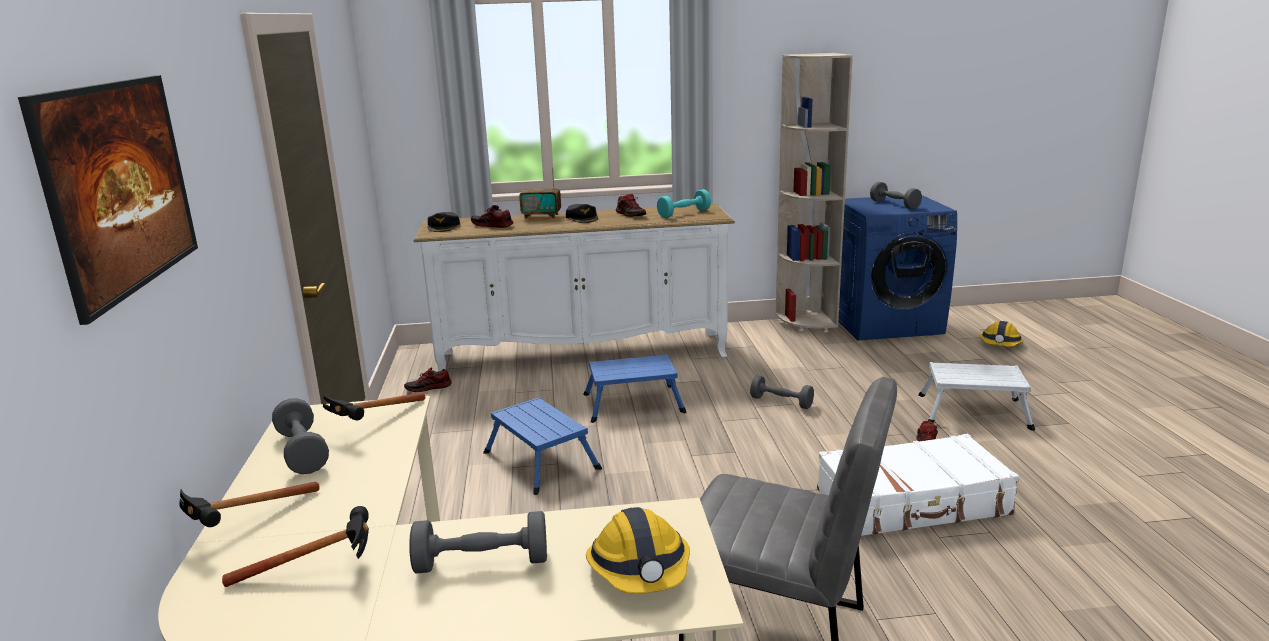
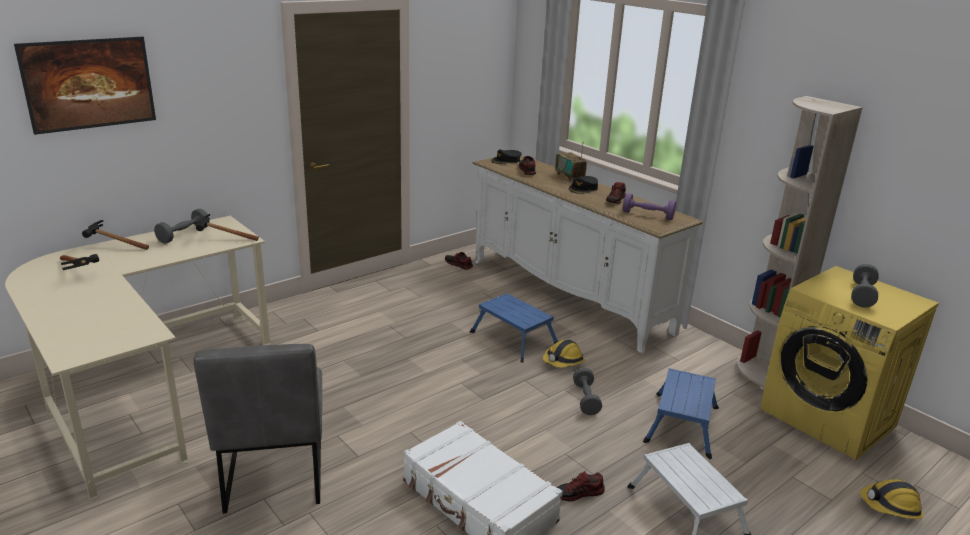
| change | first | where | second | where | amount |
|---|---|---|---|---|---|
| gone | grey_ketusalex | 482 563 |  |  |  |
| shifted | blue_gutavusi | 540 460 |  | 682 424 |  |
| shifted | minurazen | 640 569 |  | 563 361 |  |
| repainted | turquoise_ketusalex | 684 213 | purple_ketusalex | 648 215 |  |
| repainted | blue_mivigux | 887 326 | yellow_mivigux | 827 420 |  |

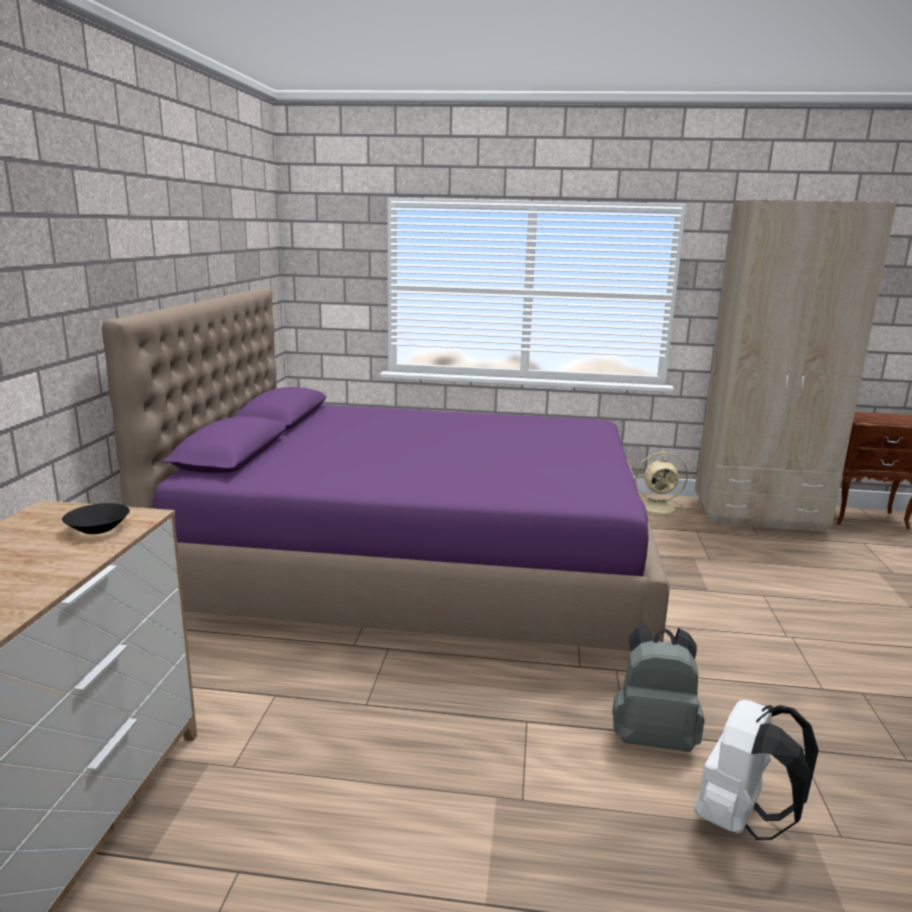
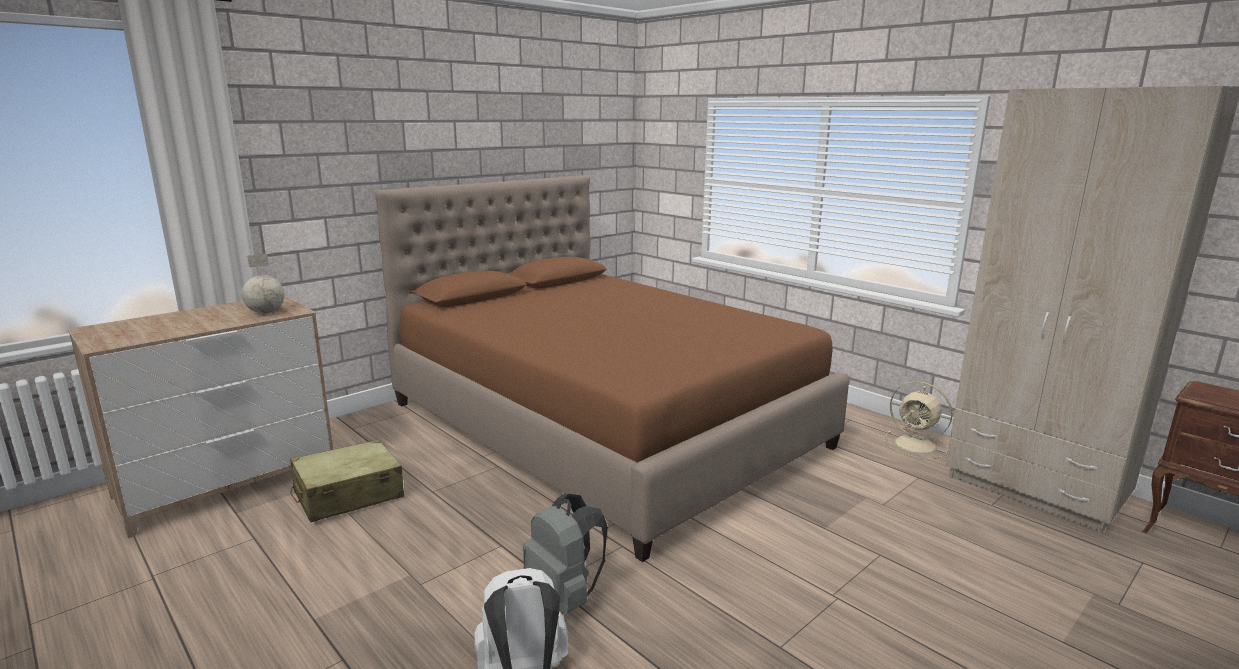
| change | first | where | second | where | amount |
|---|---|---|---|---|---|
| swapped | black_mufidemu | 97 529 | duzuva | 265 312 |  |
| repainted | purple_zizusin | 417 568 | brown_zizusin | 603 424 |  |
| new |  |  | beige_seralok | 348 495 |  |

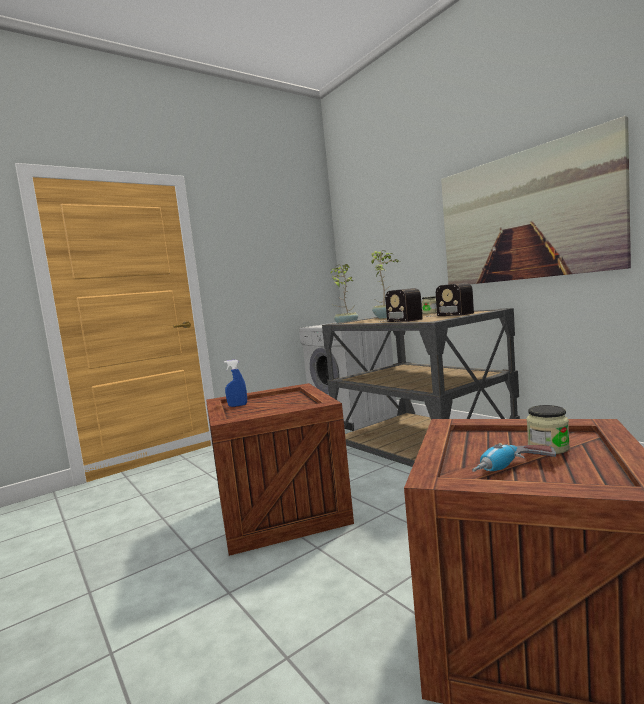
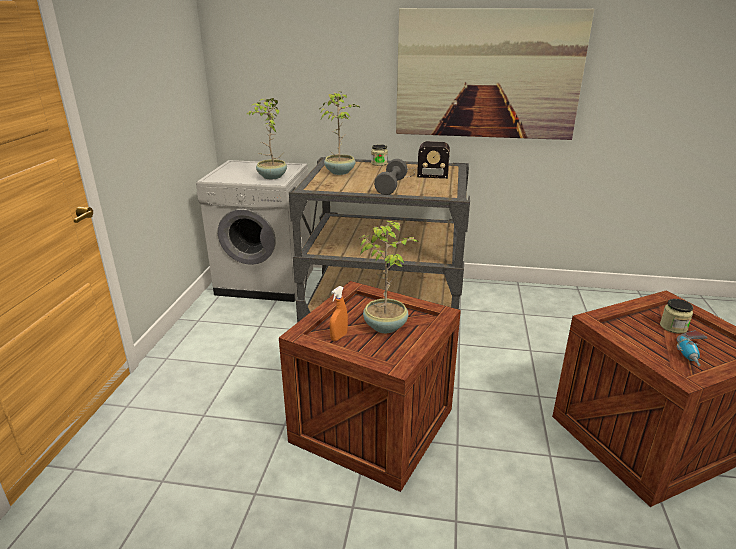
| change | first | where | second | where | amount |
|---|---|---|---|---|---|
| repainted | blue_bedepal | 237 405 | orange_bedepal | 339 337 |  |
| swapped | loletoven | 399 320 | grey_ketusalex | 391 186 |  |
| new |  |  | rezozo | 386 326 |  |

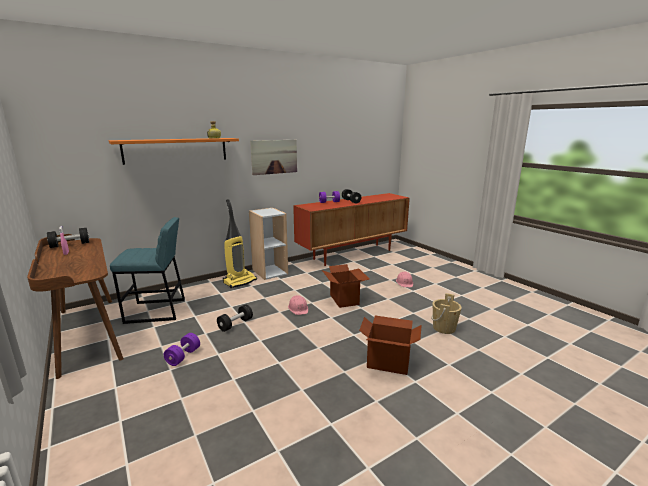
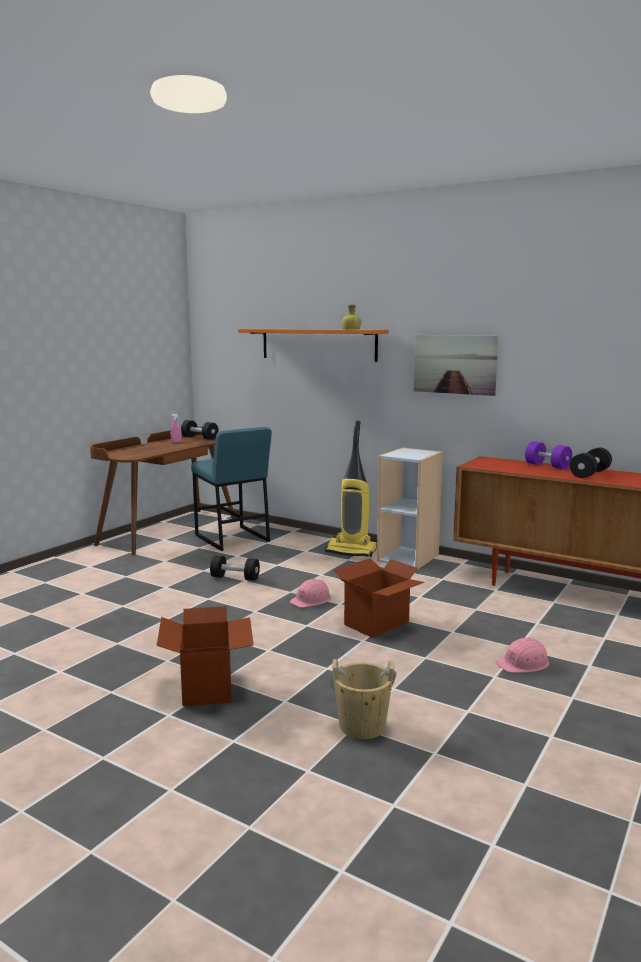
| change | first | where | second | where | amount |
|---|---|---|---|---|---|
| gone | purple_ketusalex | 183 356 |  |  |  |

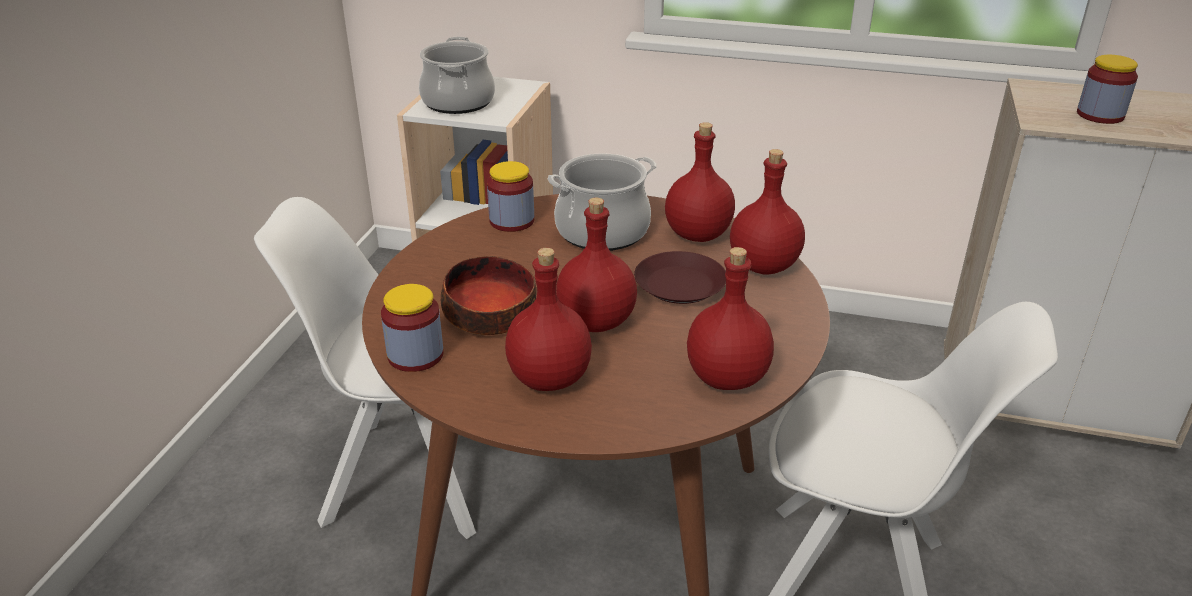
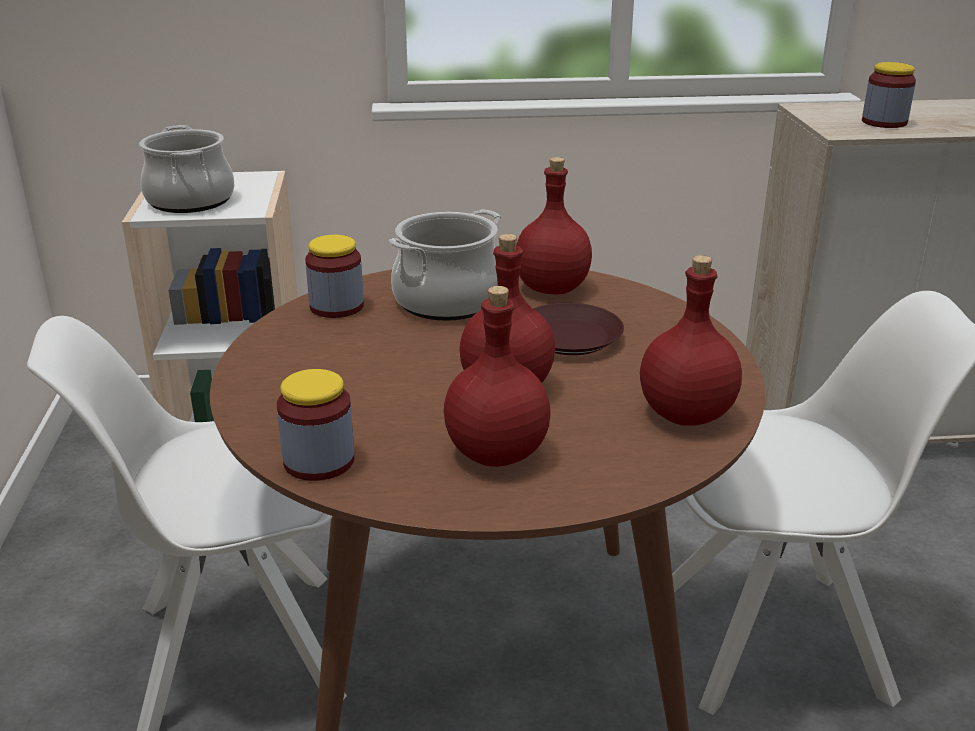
| change | first | where | second | where | amount |
|---|---|---|---|---|---|
| gone | mufidemu | 489 315 |  |  |  |
| gone | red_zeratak | 763 265 |  |  |  |

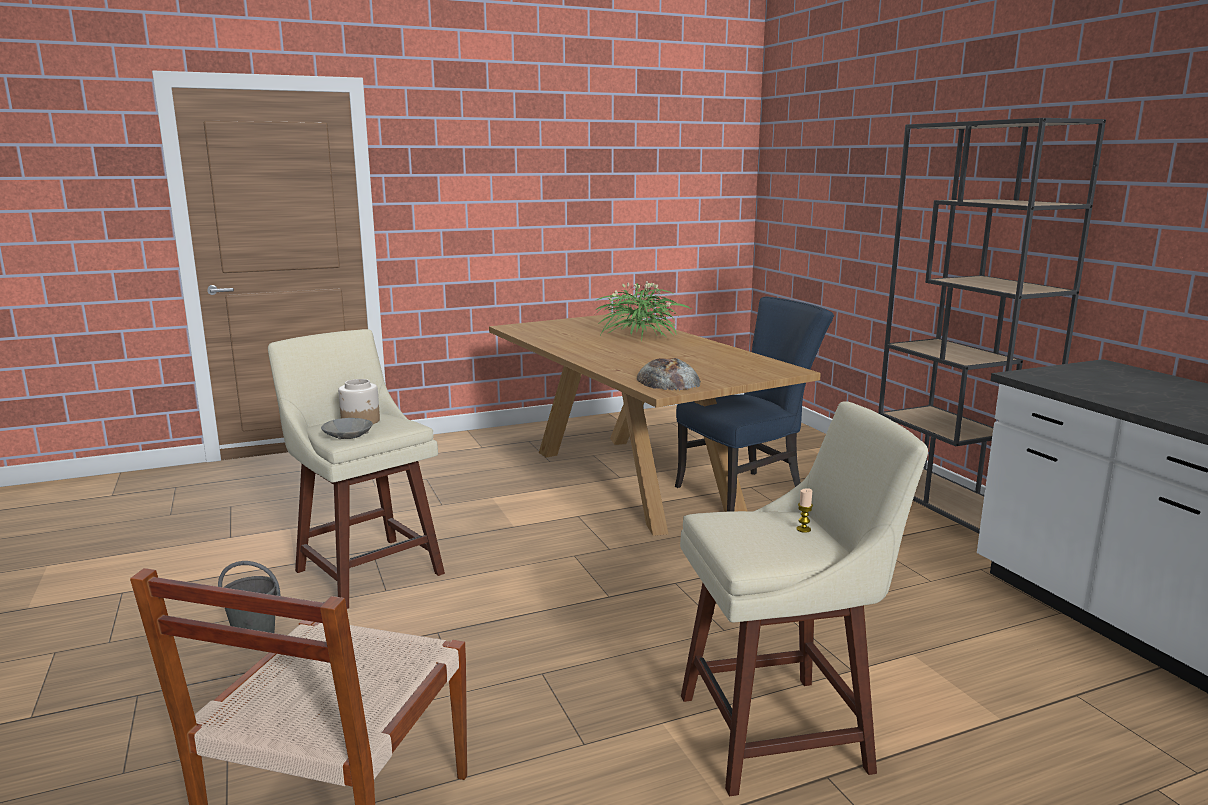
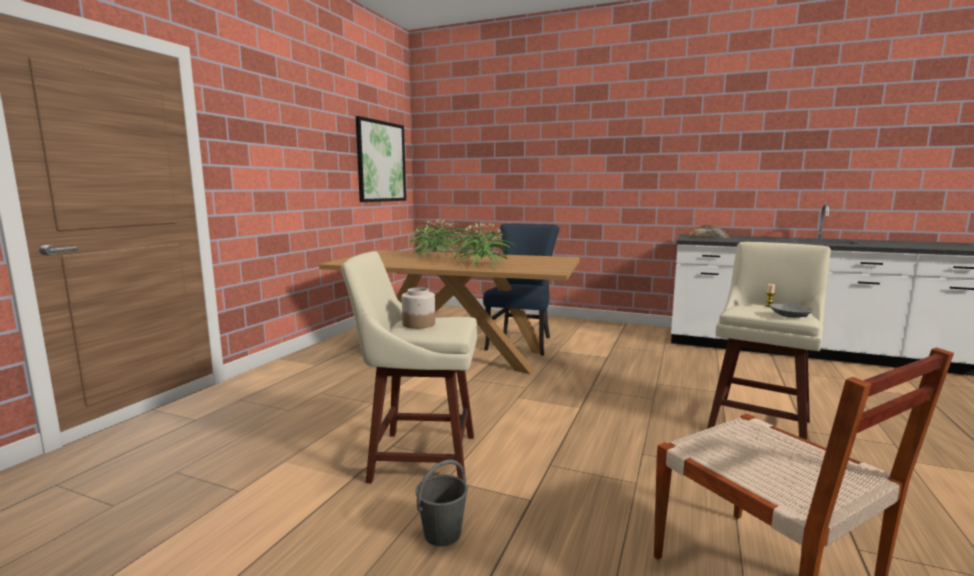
| change | first | where | second | where | amount |
|---|---|---|---|---|---|
| shifted | grey_mufidemu | 348 436 |  | 790 316 |  |
| shifted | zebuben | 668 381 |  | 708 236 |  |
| gone | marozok | 951 512 |  |  |  |
| new |  |  | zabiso | 381 161 |  |
| new |  |  | rezozo | 481 264 |  |

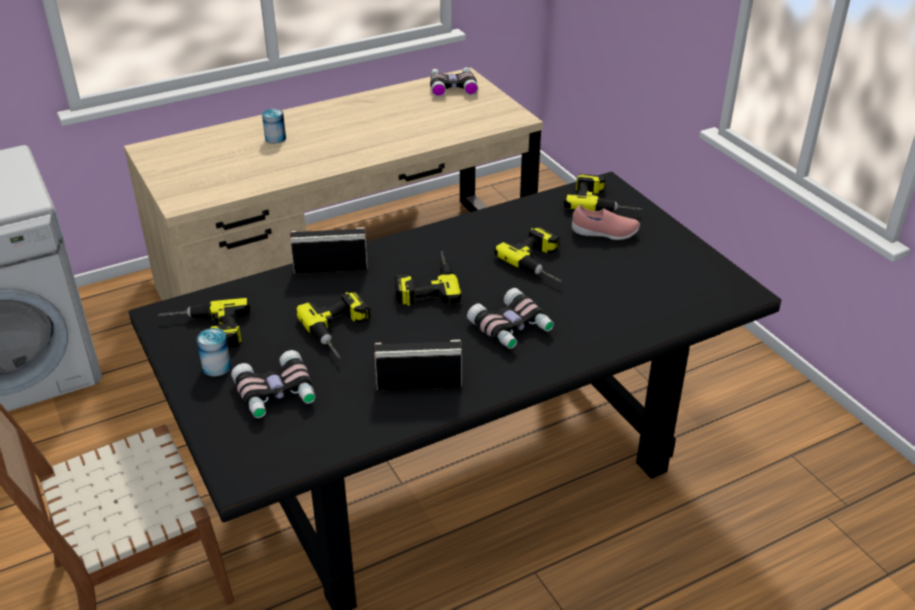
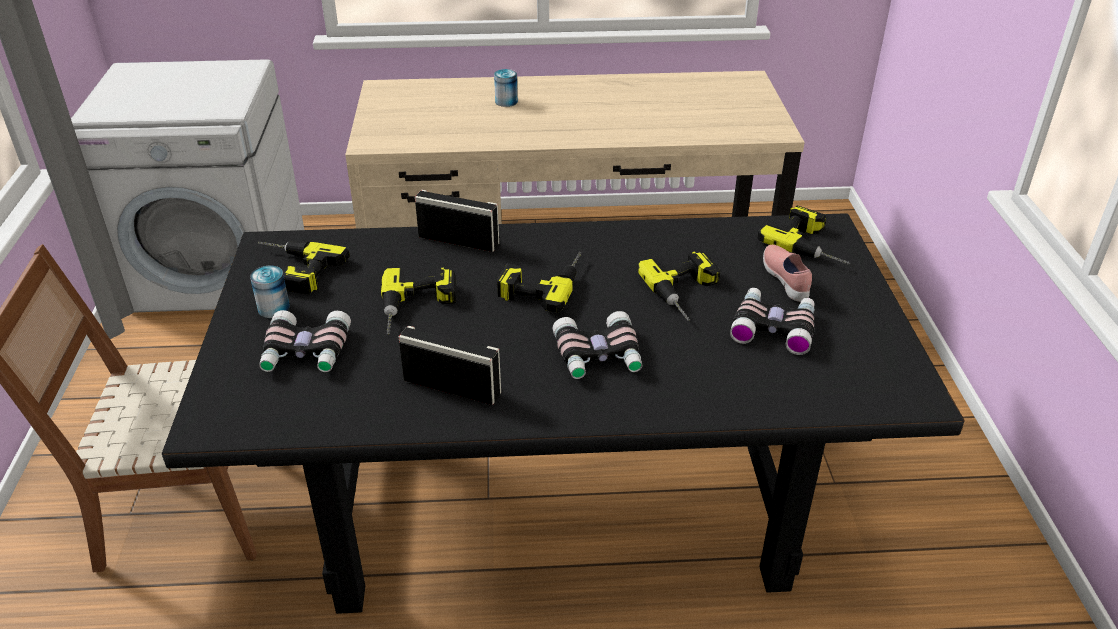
| change | first | where | second | where | amount |
|---|---|---|---|---|---|
| shifted | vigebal | 452 86 |  | 773 327 |  |
| rotated | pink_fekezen | 604 233 |  | 786 280 | 135 degrees counterclockwise |

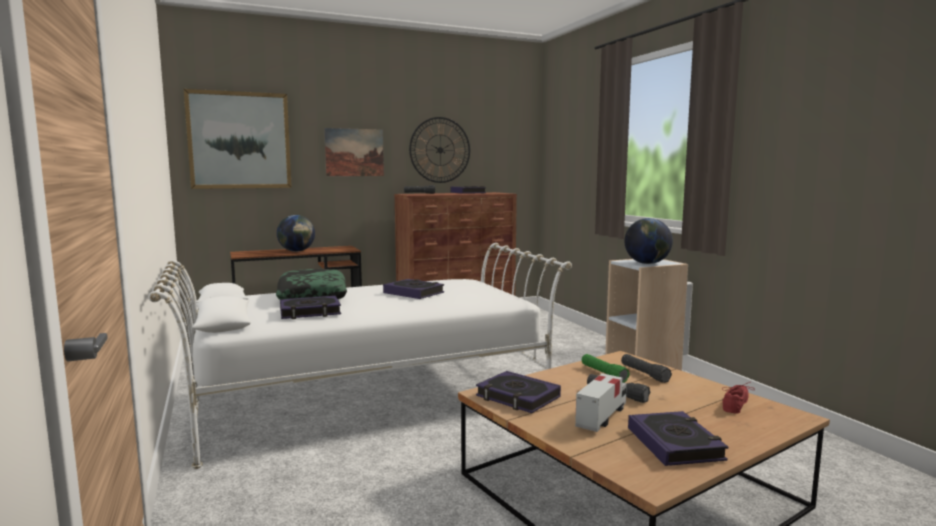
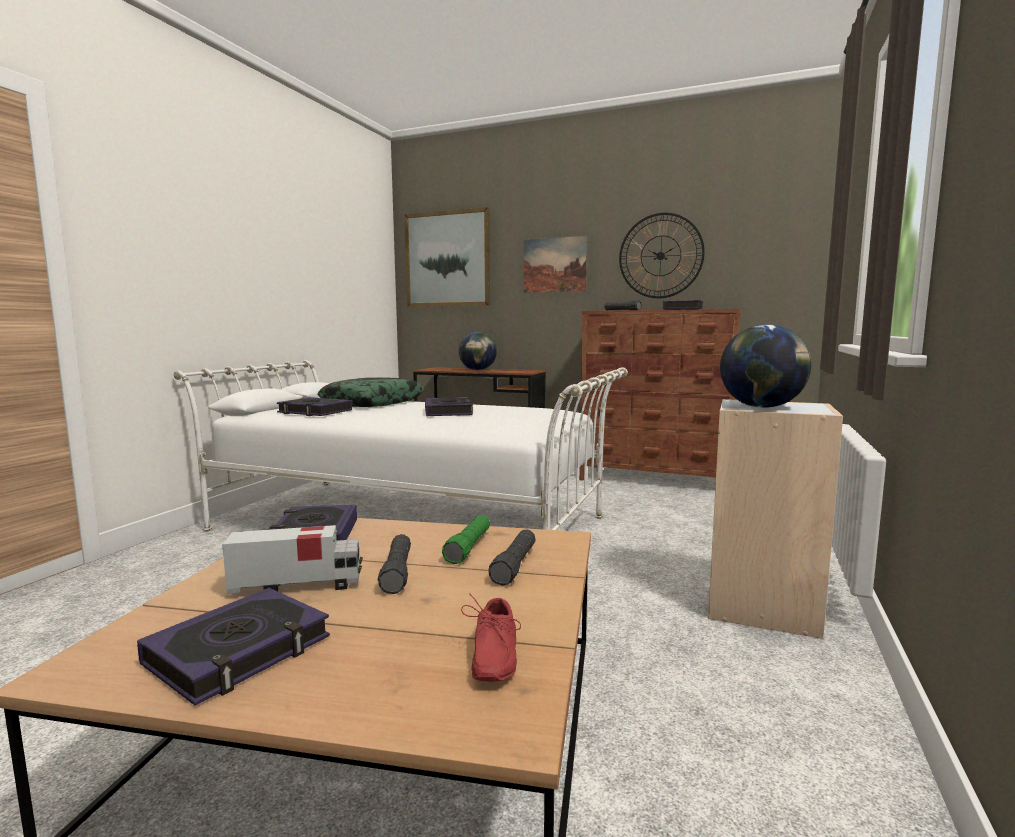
| change | first | where | second | where | amount |
|---|---|---|---|---|---|
| rotated | red_fekezen | 737 404 |  | 490 657 | 105 degrees clockwise |

